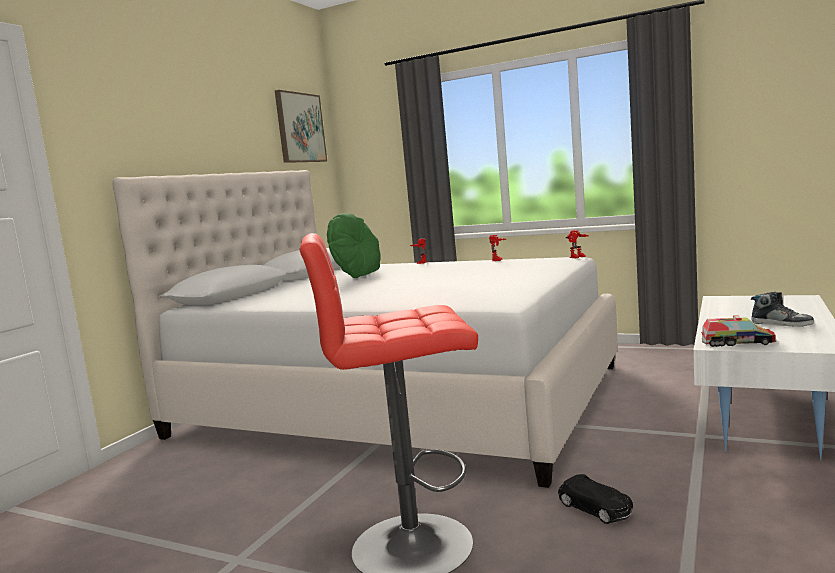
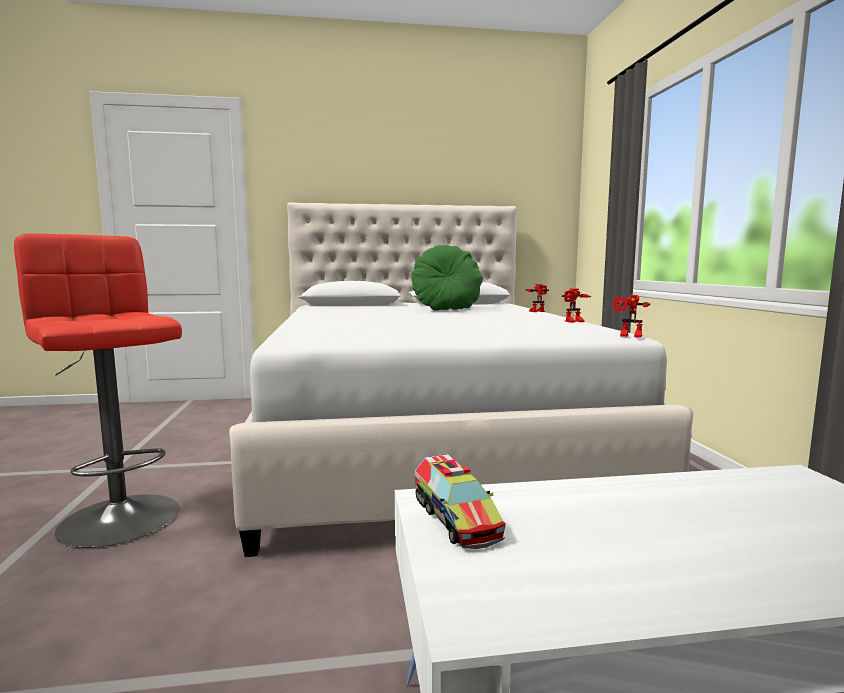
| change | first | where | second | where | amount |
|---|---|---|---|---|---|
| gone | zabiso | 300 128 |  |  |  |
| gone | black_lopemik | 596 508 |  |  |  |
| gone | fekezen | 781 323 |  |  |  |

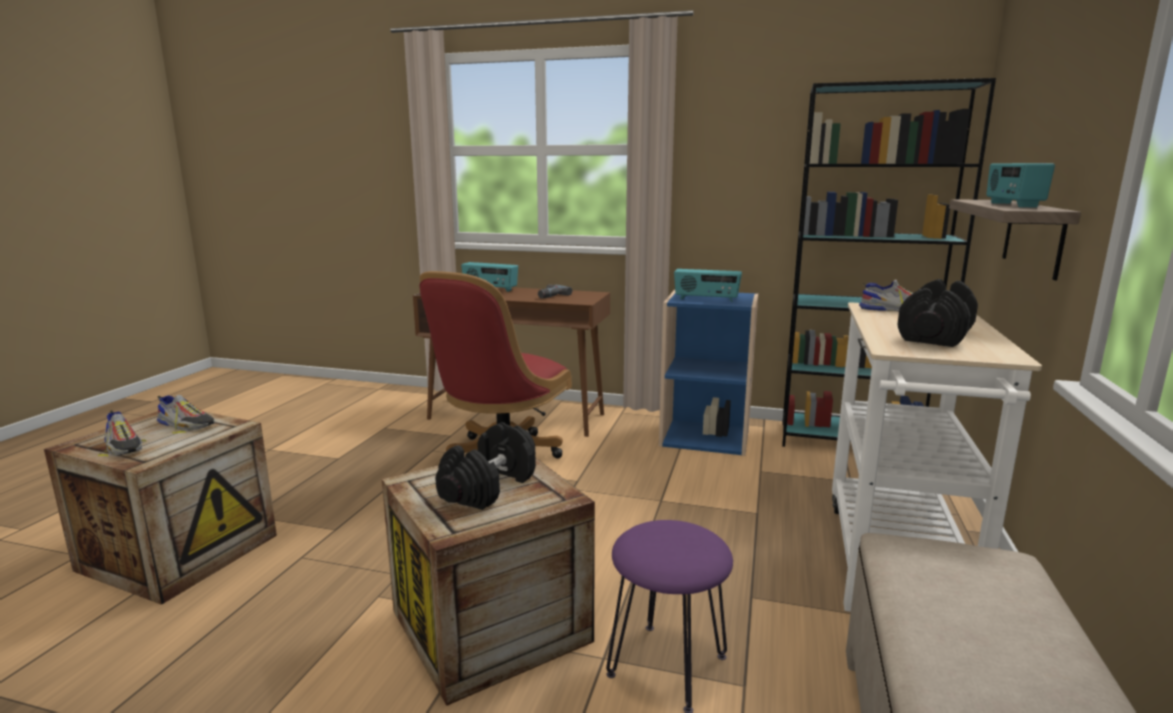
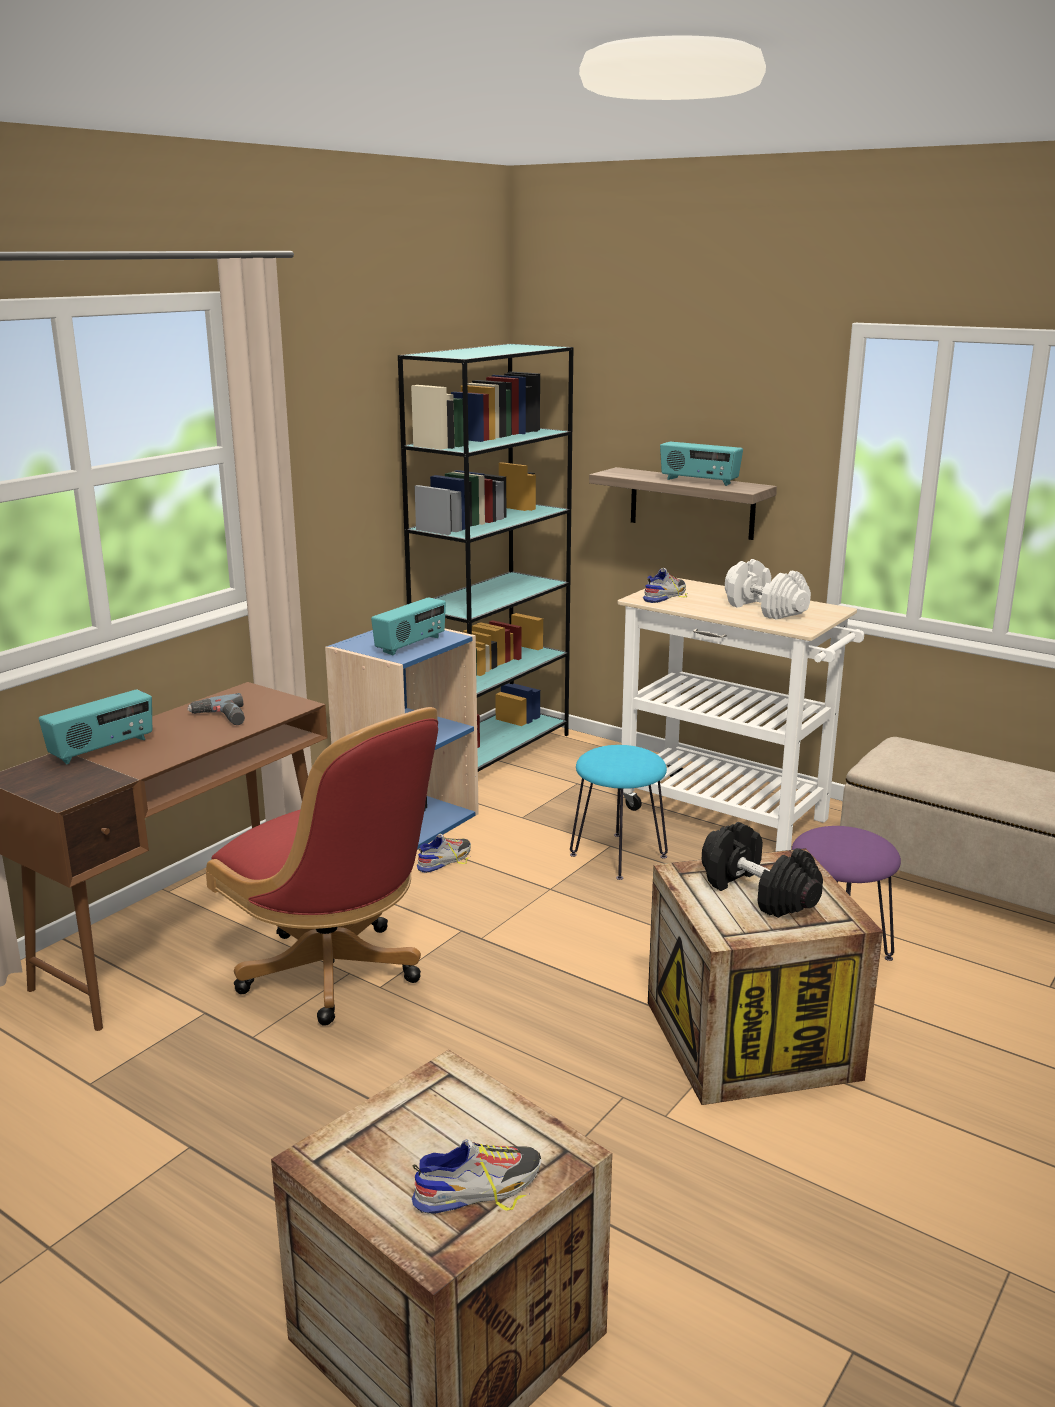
| change | first | where | second | where | amount |
|---|---|---|---|---|---|
| shifted | fekezen | 186 424 |  | 444 859 |  |
| repainted | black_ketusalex | 934 335 | white_ketusalex | 764 609 |  |
| new |  |  | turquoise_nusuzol | 618 856 |  |

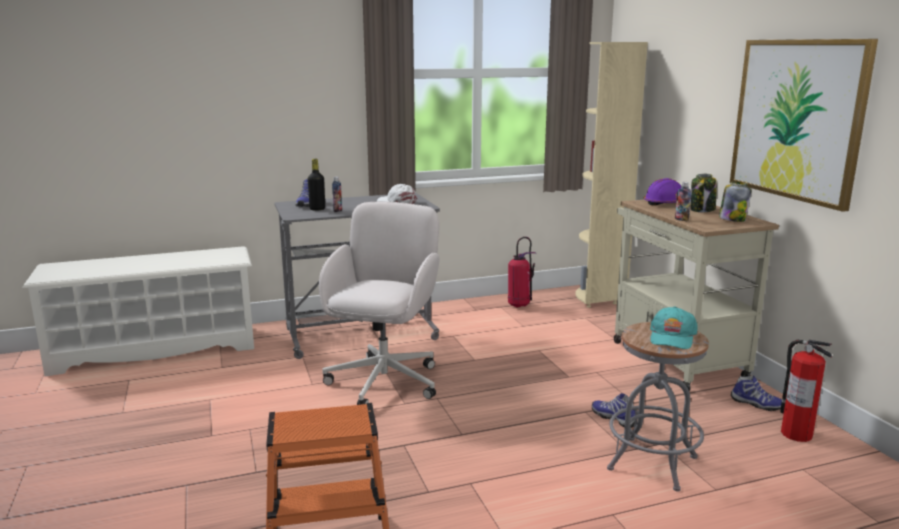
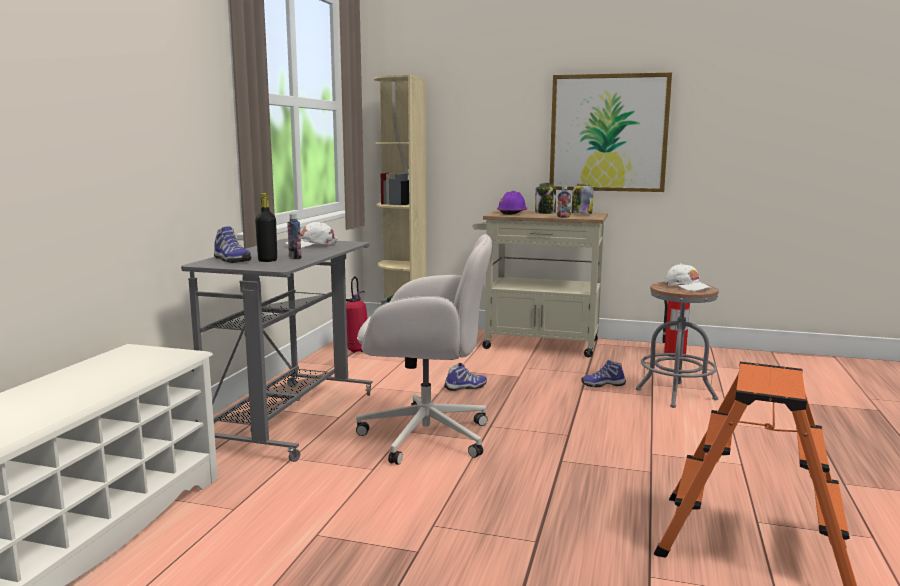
| change | first | where | second | where | amount |
|---|---|---|---|---|---|
| rotated | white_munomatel | 384 382 |  | 425 437 | 135 degrees clockwise |
| repainted | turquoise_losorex | 672 337 | white_losorex | 687 286 |  |
| shifted | fekezen | 756 404 |  | 466 387 |  |

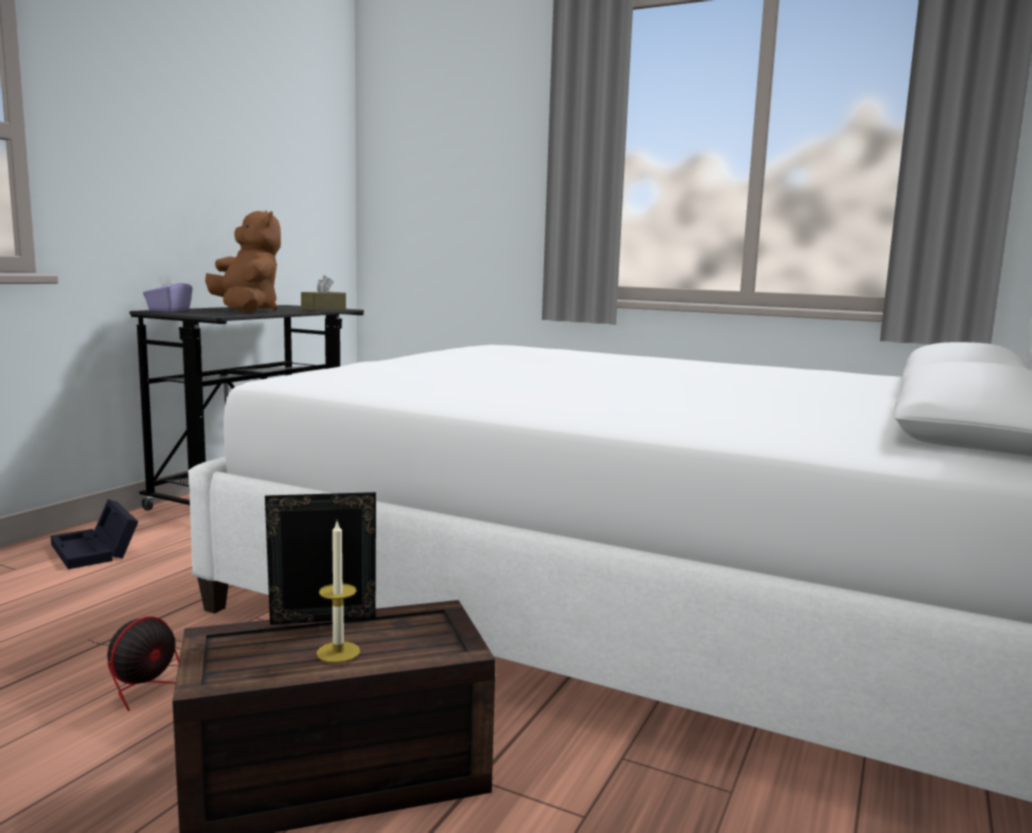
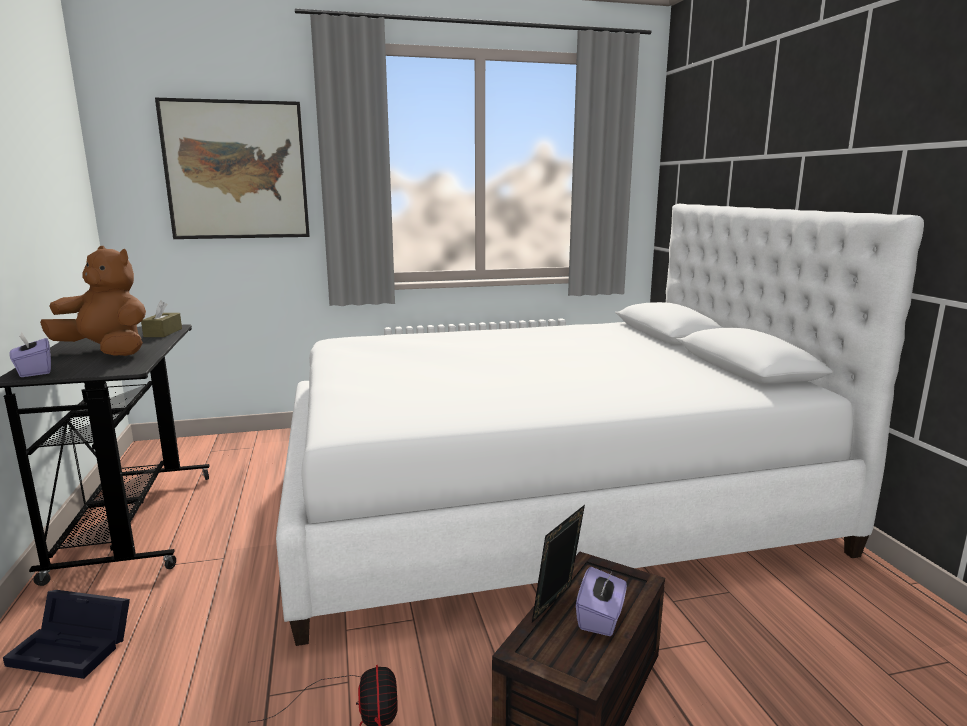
| change | first | where | second | where | amount |
|---|---|---|---|---|---|
| swapped | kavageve | 338 652 | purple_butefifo | 601 617 |  |
| new |  |  | zabiso | 237 170 |  |

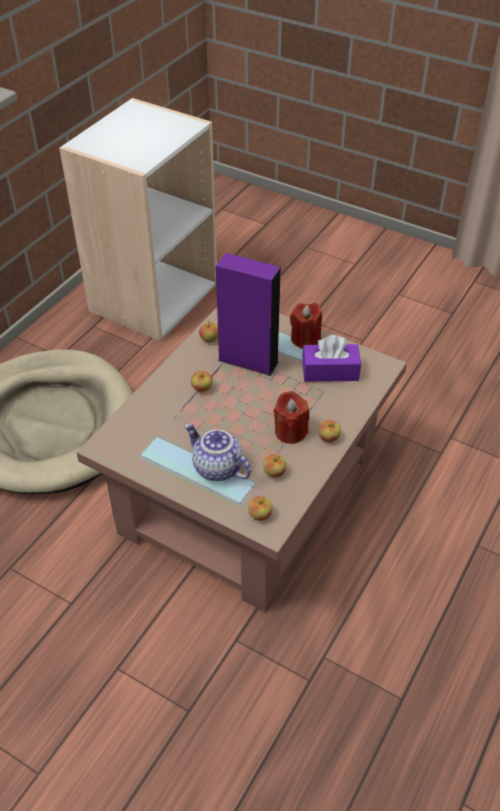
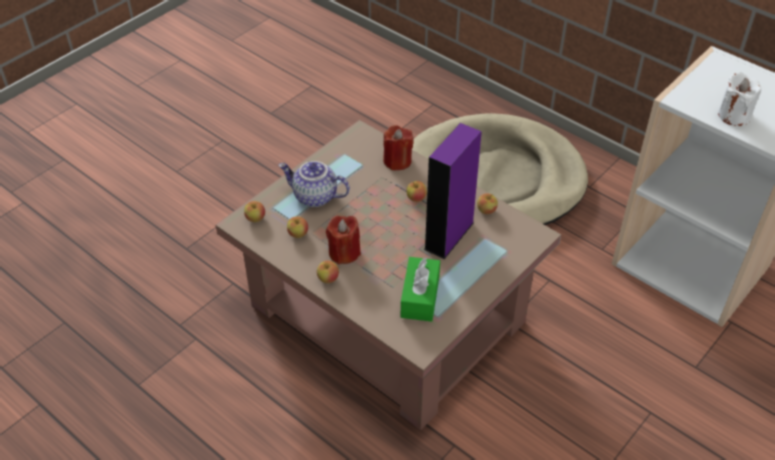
| change | first | where | second | where | amount |
|---|---|---|---|---|---|
| rotated | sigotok | 216 468 |  | 314 197 | 120 degrees counterclockwise |
| shifted | red_kavageve | 305 339 |  | 397 161 |  |
| repainted | purple_butefifo | 330 371 | green_butefifo | 420 297 |  |
| new |  |  | white_kavageve | 734 115 |  |

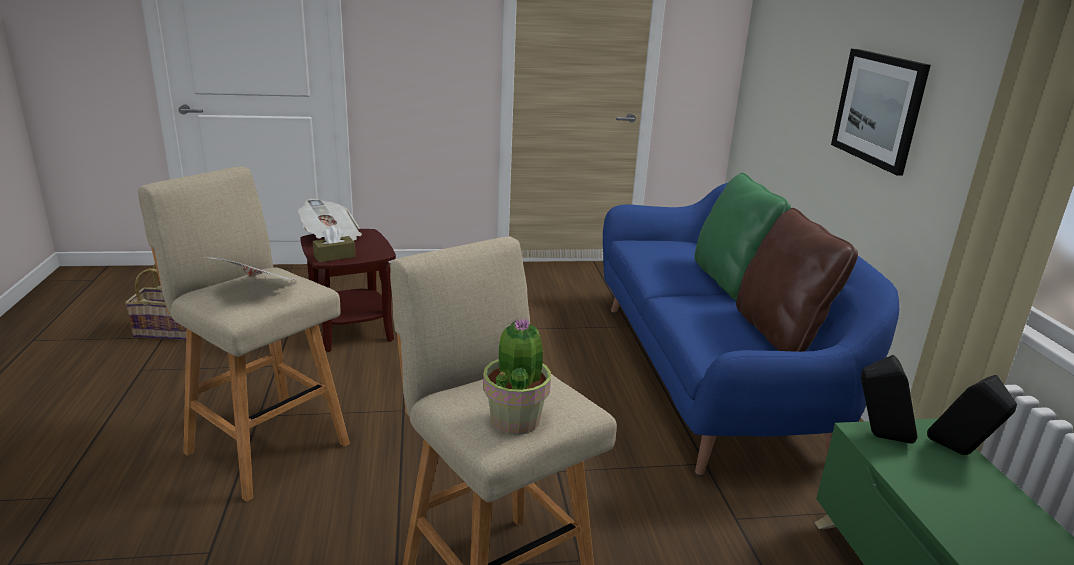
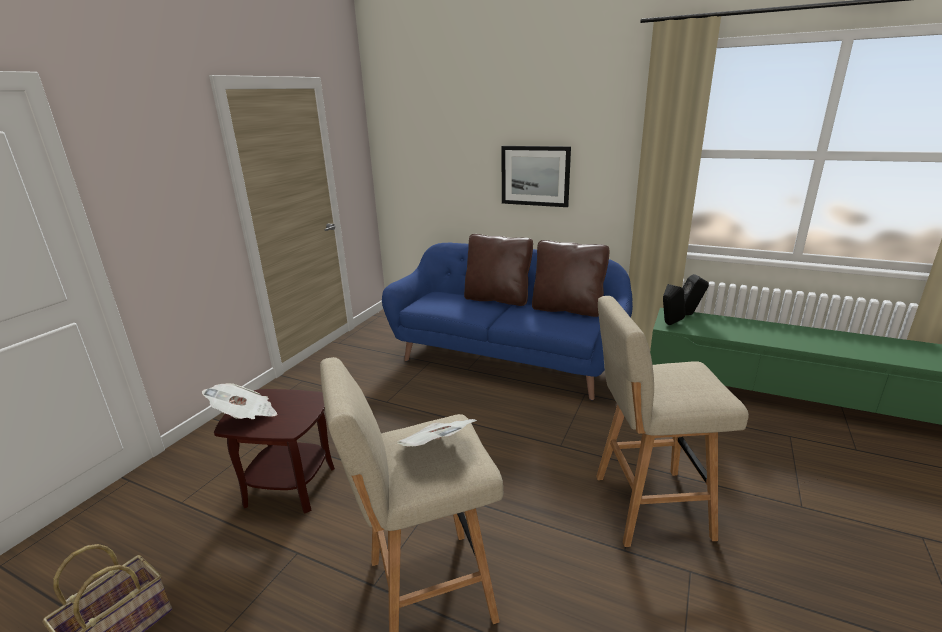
| change | first | where | second | where | amount |
|---|---|---|---|---|---|
| gone | brown_butefifo | 334 256 |  |  |  |
| gone | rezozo | 516 420 |  |  |  |
| repainted | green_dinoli | 730 280 | brown_dinoli | 497 299 |  |

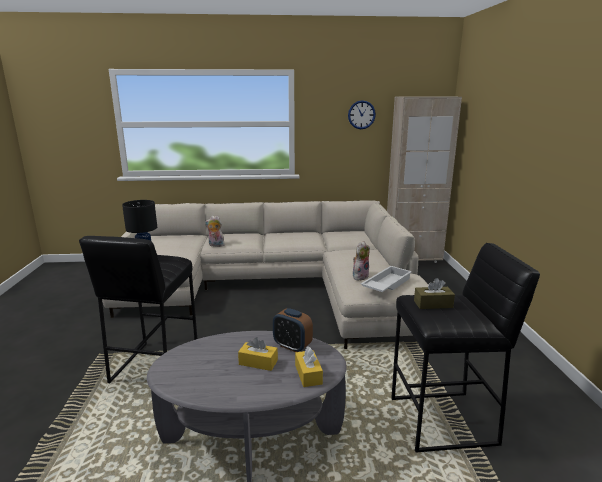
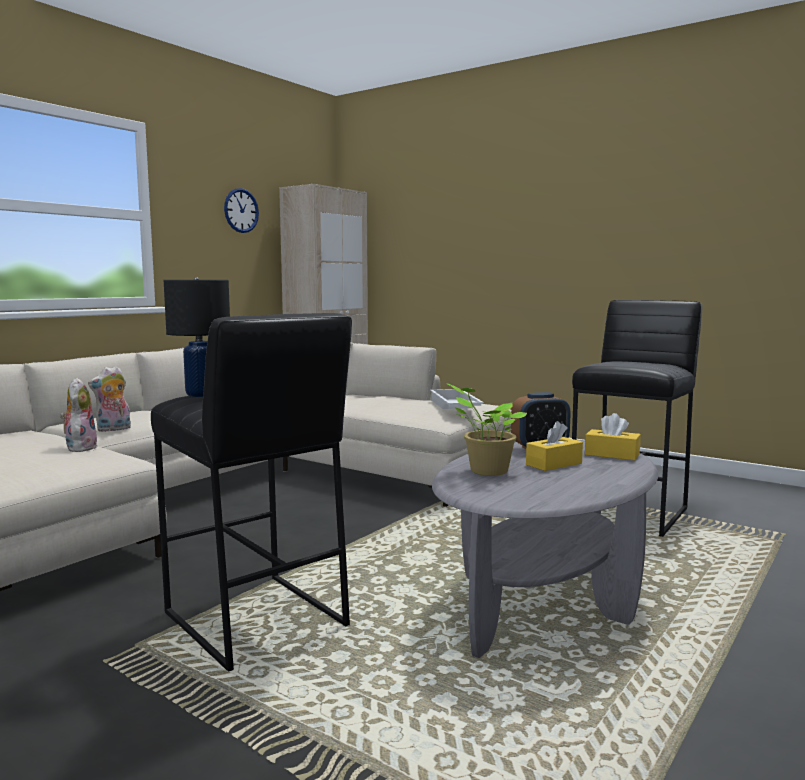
| change | first | where | second | where | amount |
|---|---|---|---|---|---|
| shifted | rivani | 360 276 |  | 80 448 |  |
| gone | brown_butefifo | 433 304 |  |  |  |
| new |  |  | rezozo | 486 471 |  |

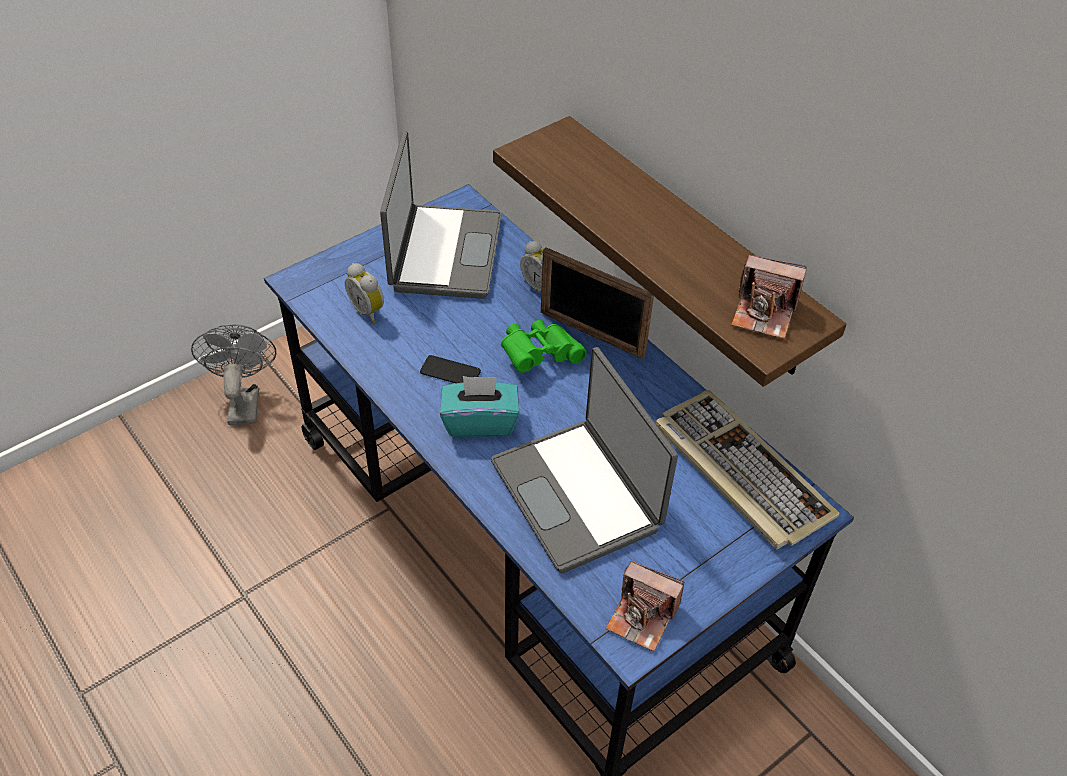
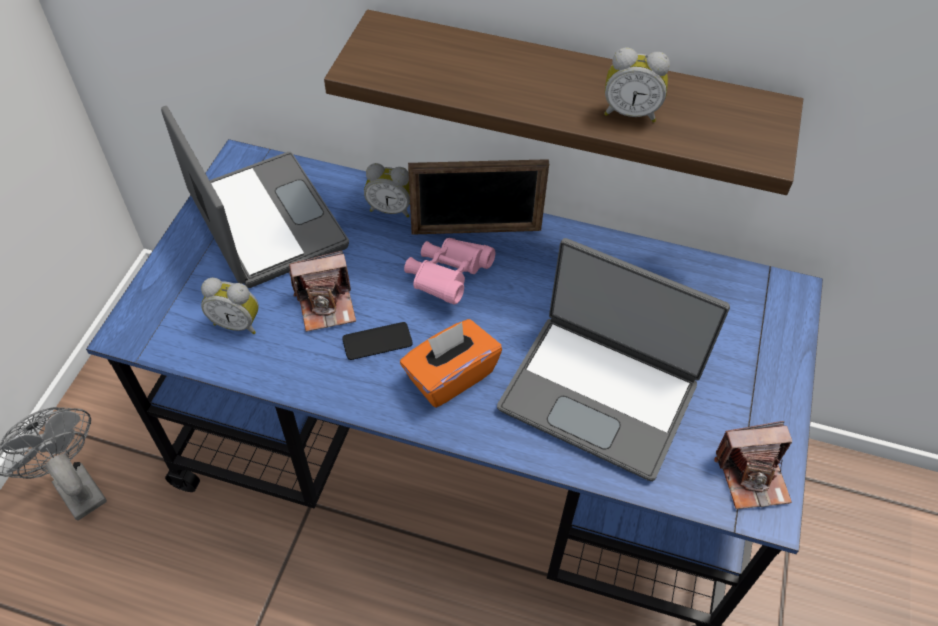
| change | first | where | second | where | amount |
|---|---|---|---|---|---|
| repainted | turquoise_butefifo | 480 422 | orange_butefifo | 450 376 |  |
| repainted | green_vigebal | 539 356 | pink_vigebal | 447 278 |  |
| gone | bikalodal | 738 471 |  |  |  |
| shifted | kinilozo | 764 313 |  | 326 304 |  |
| new |  |  | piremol | 630 112 |  |

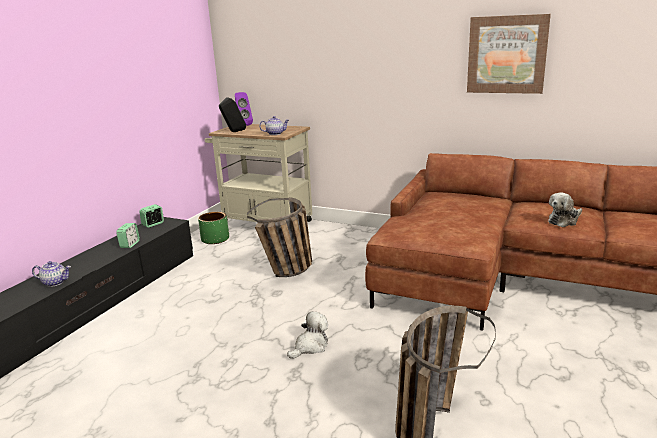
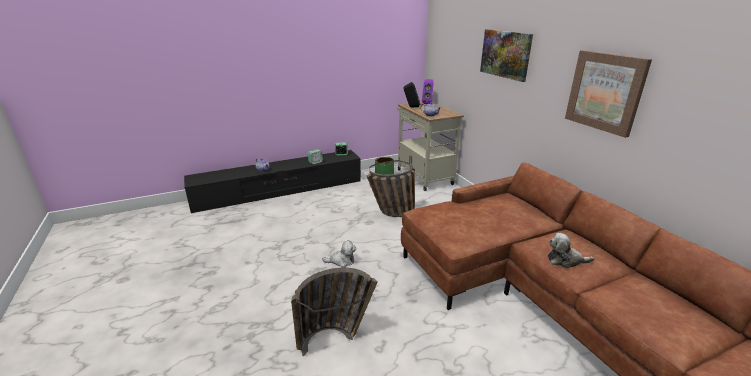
| change | first | where | second | where | amount |
|---|---|---|---|---|---|
| new |  |  | zabiso | 505 54 |  |

